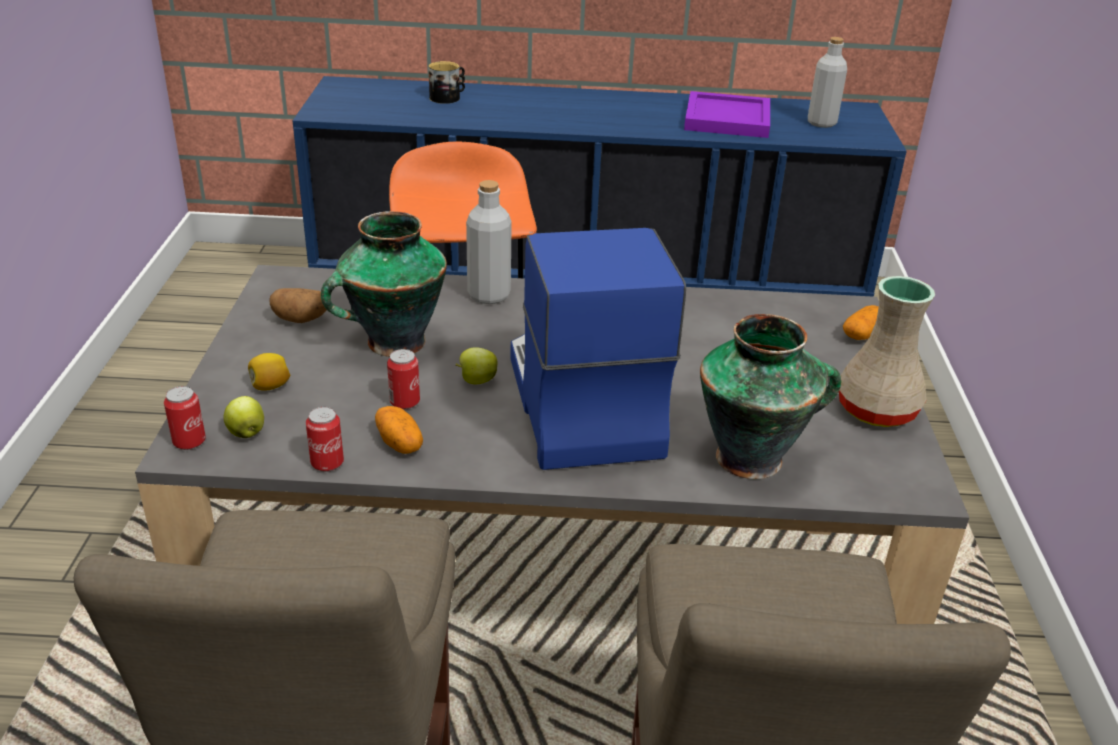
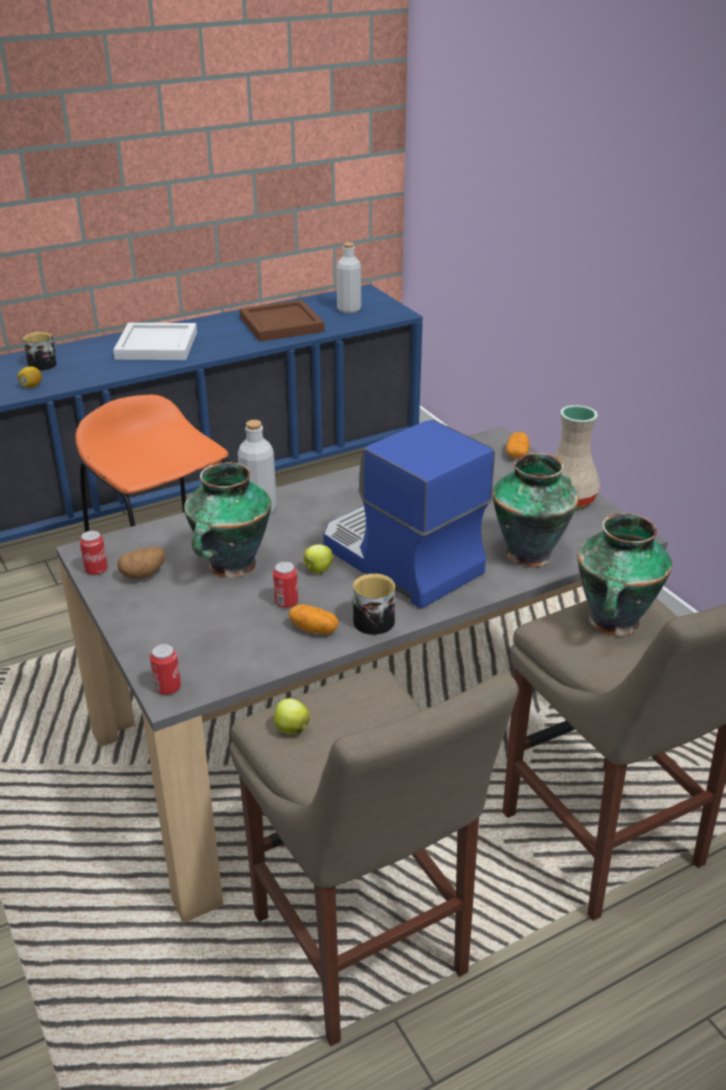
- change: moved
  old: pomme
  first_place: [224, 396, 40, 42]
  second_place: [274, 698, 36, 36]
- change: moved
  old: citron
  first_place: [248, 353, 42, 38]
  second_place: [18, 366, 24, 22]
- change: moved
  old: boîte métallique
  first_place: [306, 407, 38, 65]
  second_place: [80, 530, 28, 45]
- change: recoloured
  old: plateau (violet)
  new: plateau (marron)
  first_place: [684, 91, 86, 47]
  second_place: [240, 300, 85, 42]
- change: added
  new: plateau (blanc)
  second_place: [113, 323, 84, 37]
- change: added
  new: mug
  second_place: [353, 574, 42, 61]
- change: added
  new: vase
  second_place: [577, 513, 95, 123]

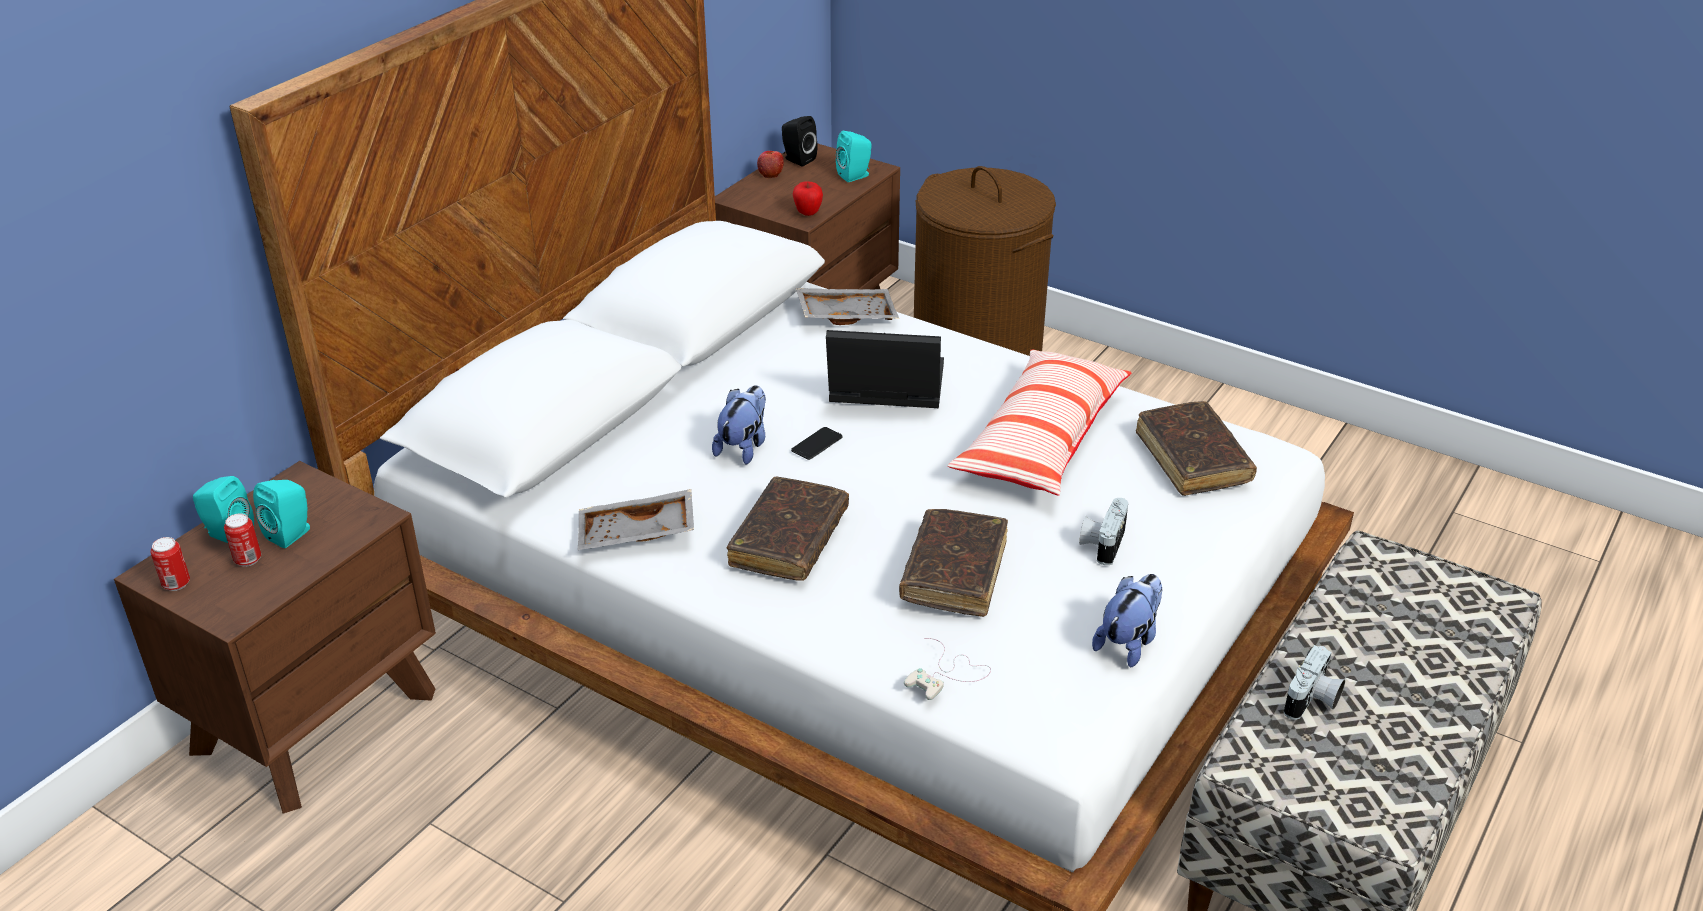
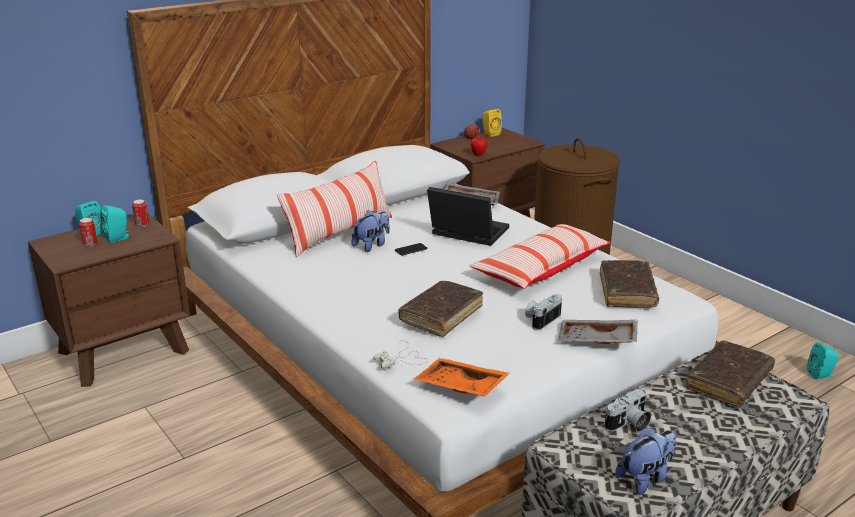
- change: moved
  old: boîte métallique
  first_place: [150, 537, 40, 54]
  second_place: [132, 199, 17, 28]
- change: moved
  old: plateau (gris)
  first_place: [578, 489, 116, 61]
  second_place: [558, 320, 79, 24]
- change: moved
  old: livre (marron)
  first_place: [727, 476, 122, 105]
  second_place: [686, 340, 89, 67]
- change: recoloured
  old: enceinte (noir)
  new: enceinte (jaune)
  first_place: [782, 116, 36, 50]
  second_place: [483, 109, 19, 28]
- change: moved
  old: enceinte (turquoise)
  first_place: [836, 131, 36, 51]
  second_place: [807, 343, 32, 36]
- change: moved
  old: peluche
  first_place: [1092, 574, 70, 93]
  second_place: [615, 427, 61, 68]
- change: added
  new: coussin
  second_place: [277, 161, 115, 96]
- change: added
  new: plateau (orange)
  second_place: [414, 358, 95, 39]

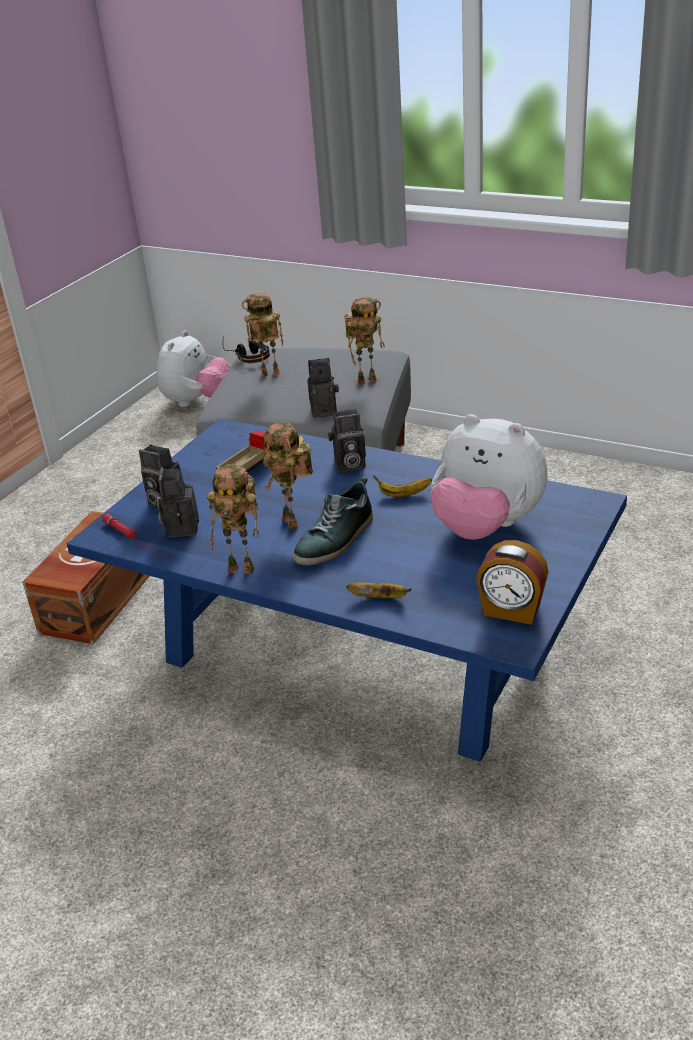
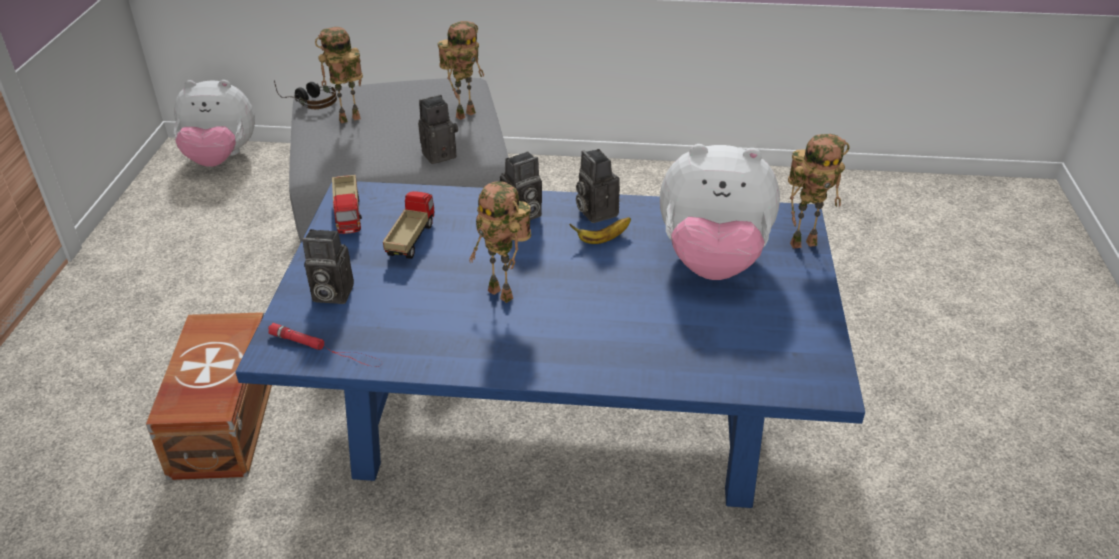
- change: moved
  old: appareil photo
  first_place: [155, 467, 44, 71]
  second_place: [576, 149, 44, 74]
- change: turned
  old: peluche
  first_place: [156, 330, 74, 77]
  second_place: [174, 80, 81, 87]
  degrees: 90
- change: moved
  old: robot jouet
  first_place: [207, 464, 51, 110]
  second_place: [788, 134, 61, 115]
- change: removed
  old: chaussure
  first_place: [293, 476, 80, 89]
- change: removed
  old: banane
  first_place: [346, 583, 66, 15]
- change: removed
  old: réveil
  first_place: [476, 540, 72, 85]
- change: added
  new: camion jouet
  second_place: [332, 175, 30, 59]

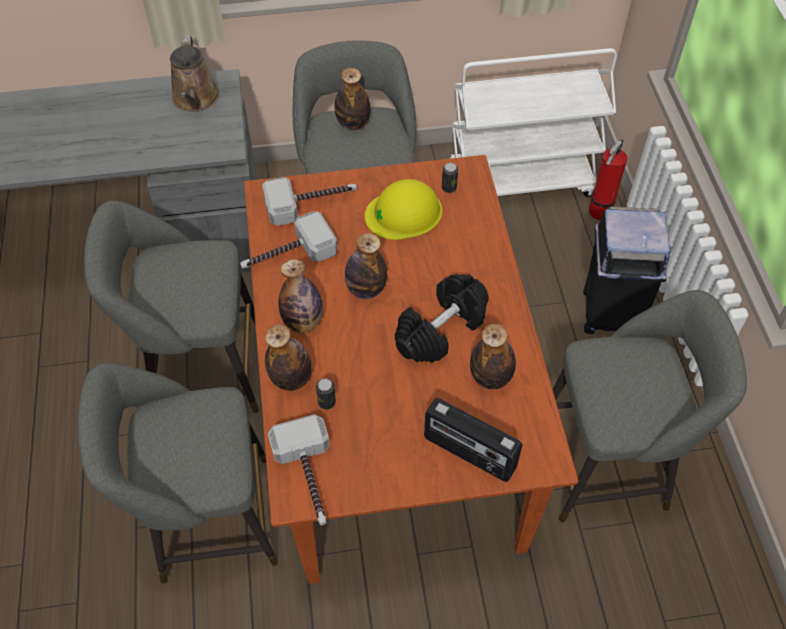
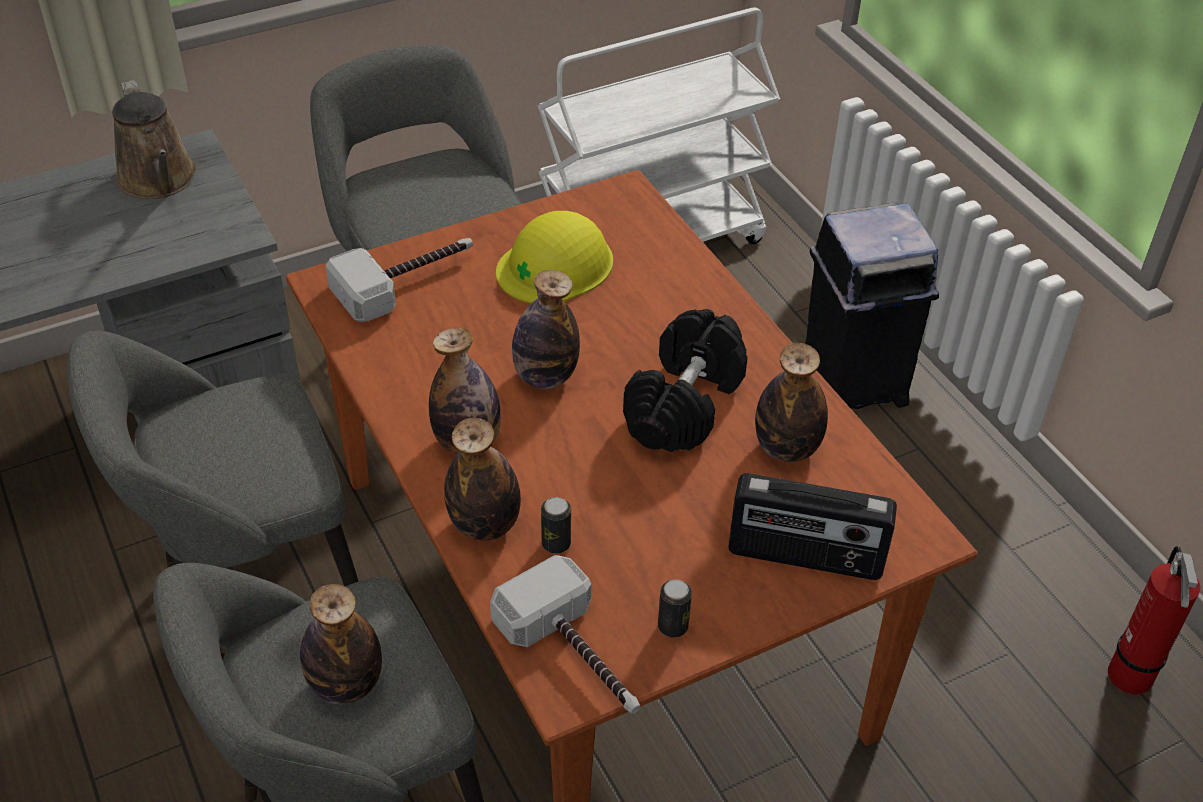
- change: removed
  old: marteau
  first_place: [240, 211, 97, 57]
- change: moved
  old: bouteille
  first_place: [335, 68, 36, 62]
  second_place: [300, 584, 82, 120]
- change: moved
  old: boîte métallique
  first_place: [442, 163, 16, 30]
  second_place: [658, 579, 34, 59]
- change: removed
  old: tabouret (gris)
  first_place: [553, 290, 194, 232]
- change: moved
  old: extincteur
  first_place: [589, 140, 39, 80]
  second_place: [1108, 546, 93, 148]

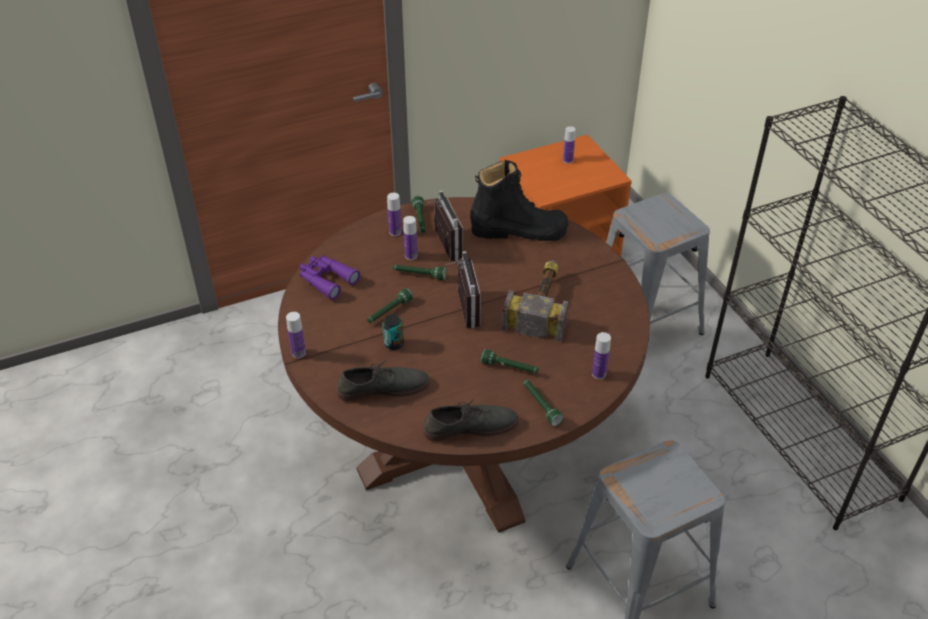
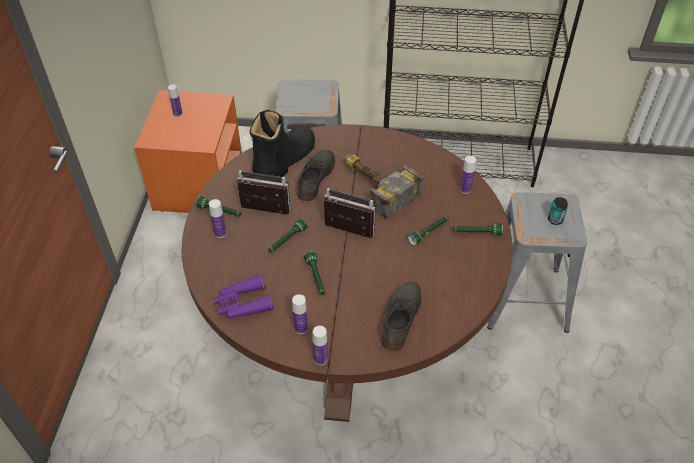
- change: moved
  old: boîte métallique
  first_place: [382, 314, 22, 36]
  second_place: [548, 197, 20, 28]
- change: moved
  old: bouteille
  first_place: [403, 216, 15, 44]
  second_place: [292, 294, 16, 40]
- change: moved
  old: chaussure (gris)
  first_place: [422, 398, 97, 44]
  second_place: [297, 150, 38, 51]

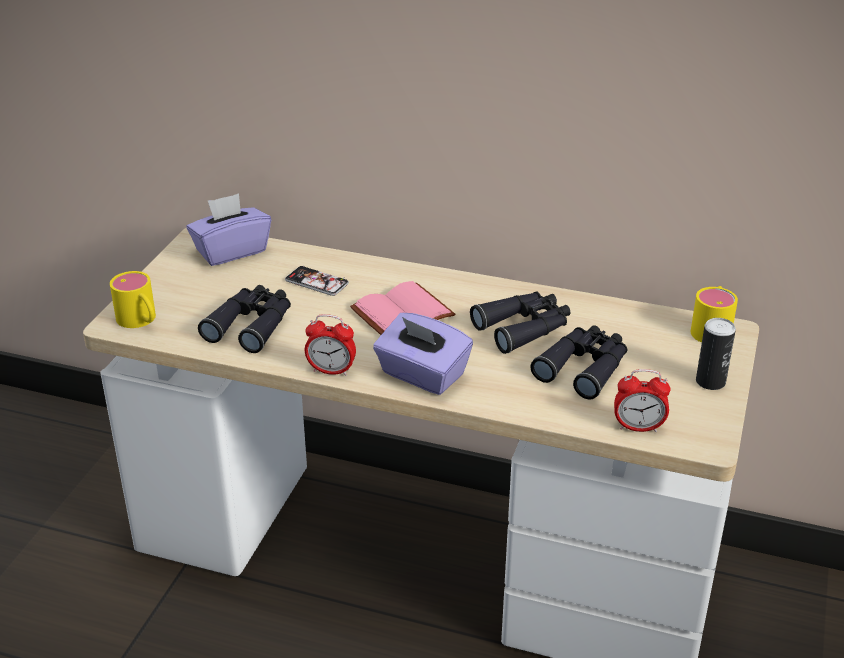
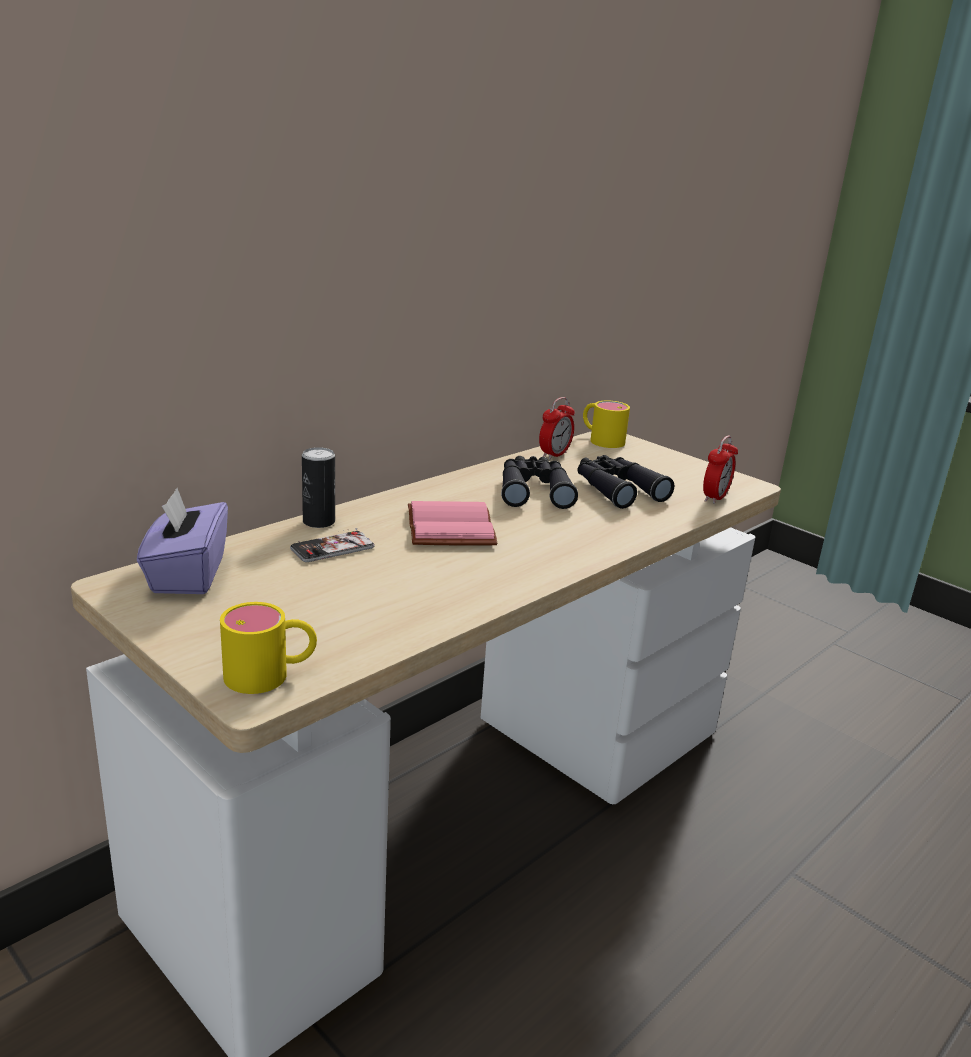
- change: removed
  old: jumelles (noir)
  first_place: [198, 285, 93, 68]
- change: moved
  old: réveil
  first_place: [305, 314, 51, 62]
  second_place: [539, 397, 36, 63]
- change: removed
  old: boîte à mouchoirs (violet)
  first_place: [373, 313, 100, 82]
- change: moved
  old: boîte métallique
  first_place: [696, 318, 40, 72]
  second_place: [302, 447, 33, 81]

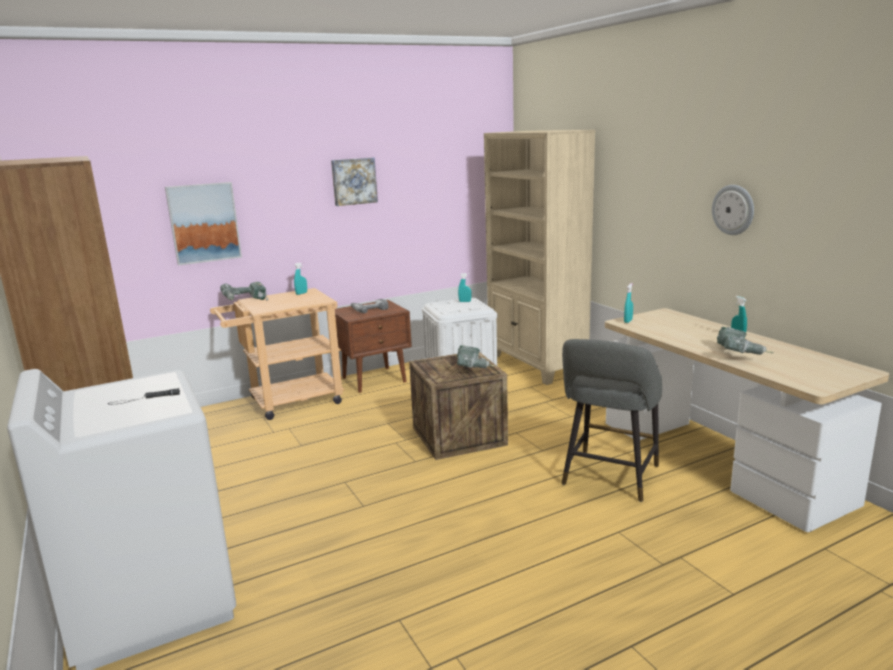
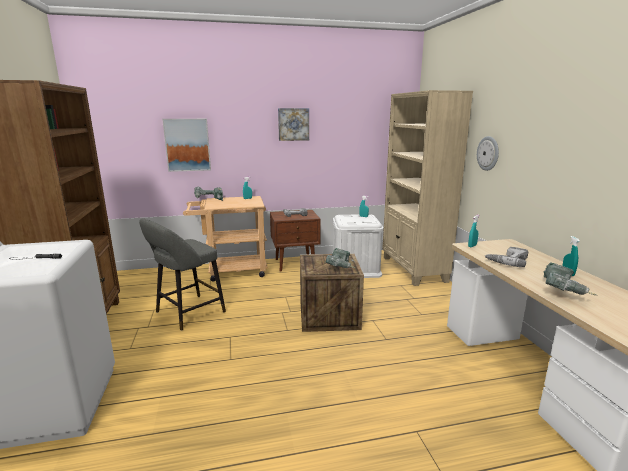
- change: moved
  old: tabouret (gris)
  first_place: [562, 339, 100, 163]
  second_place: [139, 218, 87, 113]
- change: moved
  old: horloge murale
  first_place: [712, 185, 42, 50]
  second_place: [477, 136, 22, 35]
- change: added
  new: perceuse
  second_place: [485, 247, 43, 20]

